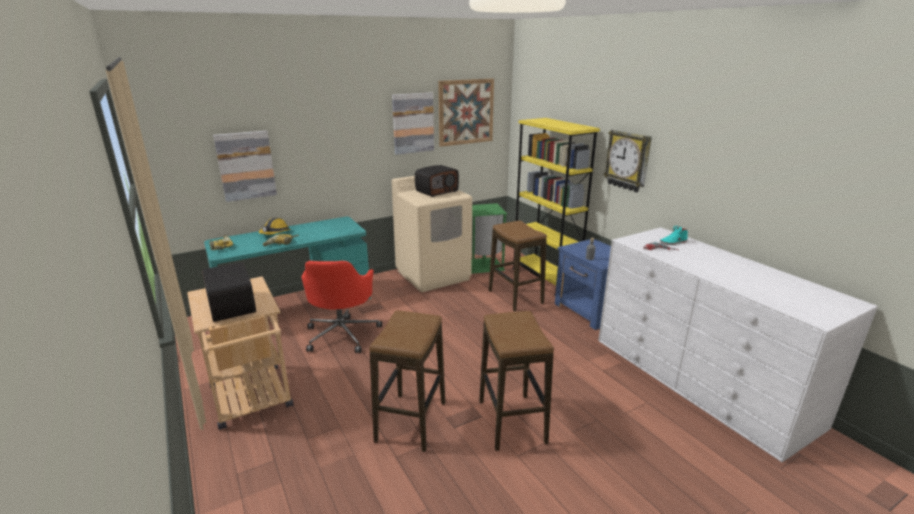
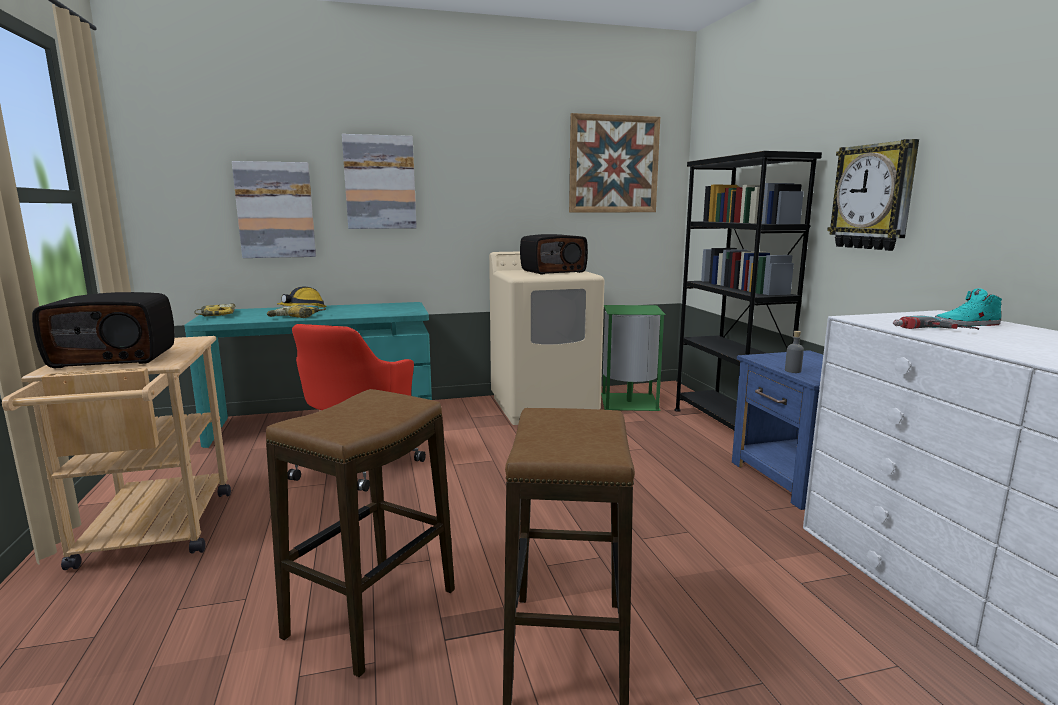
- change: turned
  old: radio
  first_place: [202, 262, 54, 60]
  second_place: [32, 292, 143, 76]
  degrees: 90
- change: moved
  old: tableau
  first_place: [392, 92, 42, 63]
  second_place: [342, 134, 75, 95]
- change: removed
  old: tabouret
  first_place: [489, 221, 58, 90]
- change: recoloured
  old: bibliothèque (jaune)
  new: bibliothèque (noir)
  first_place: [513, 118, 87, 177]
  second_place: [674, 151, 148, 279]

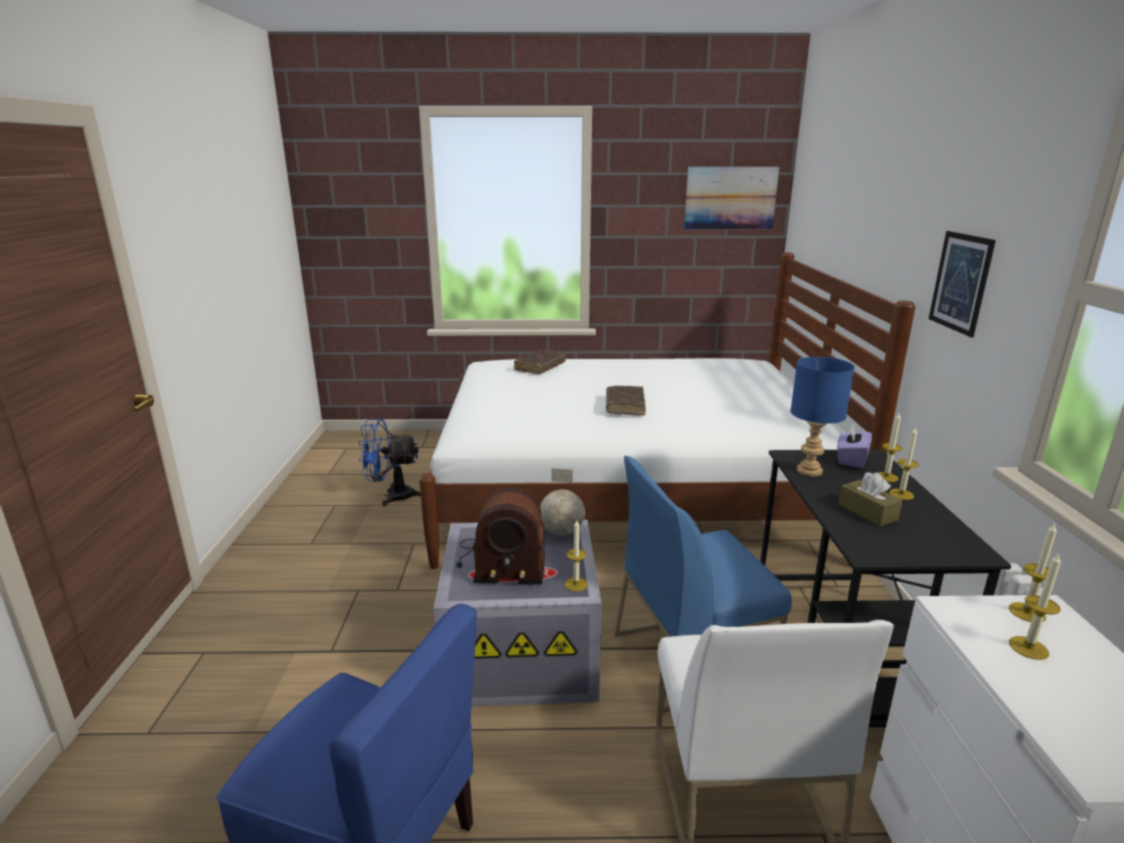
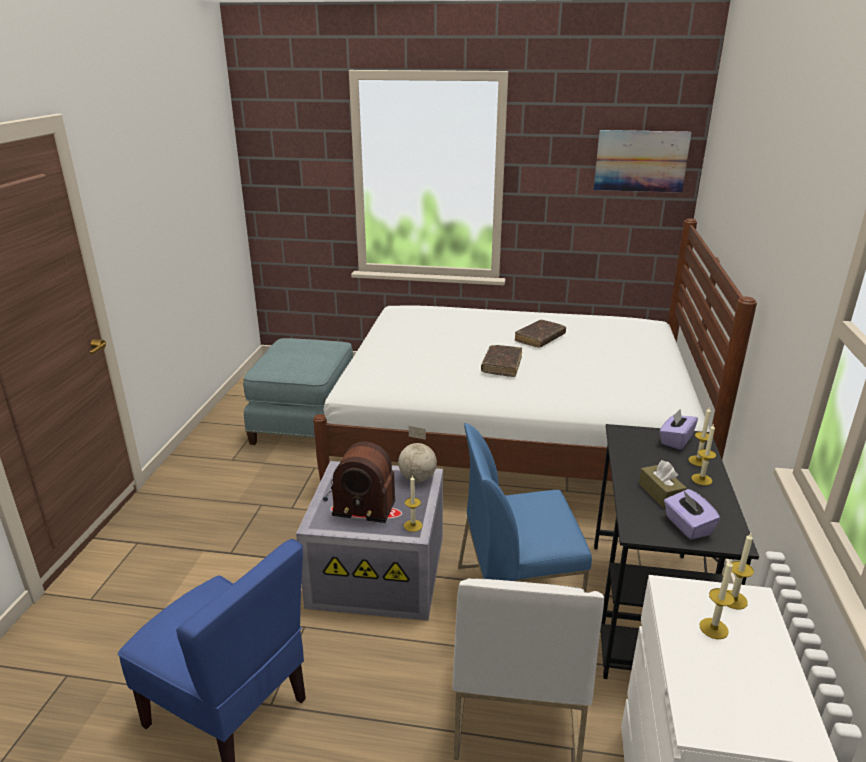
- change: replaced
  old: ventilateur (bleu)
  new: pouf (bleu)
  first_place: [358, 419, 63, 87]
  second_place: [243, 338, 110, 107]
- change: moved
  old: livre (marron)
  first_place: [514, 350, 52, 24]
  second_place: [515, 320, 51, 28]
- change: removed
  old: lampe de table (bleu)
  first_place: [790, 357, 65, 120]
- change: removed
  old: tableau
  first_place: [929, 231, 67, 106]
- change: added
  new: boîte à mouchoirs (violet)
  second_place: [664, 489, 56, 51]

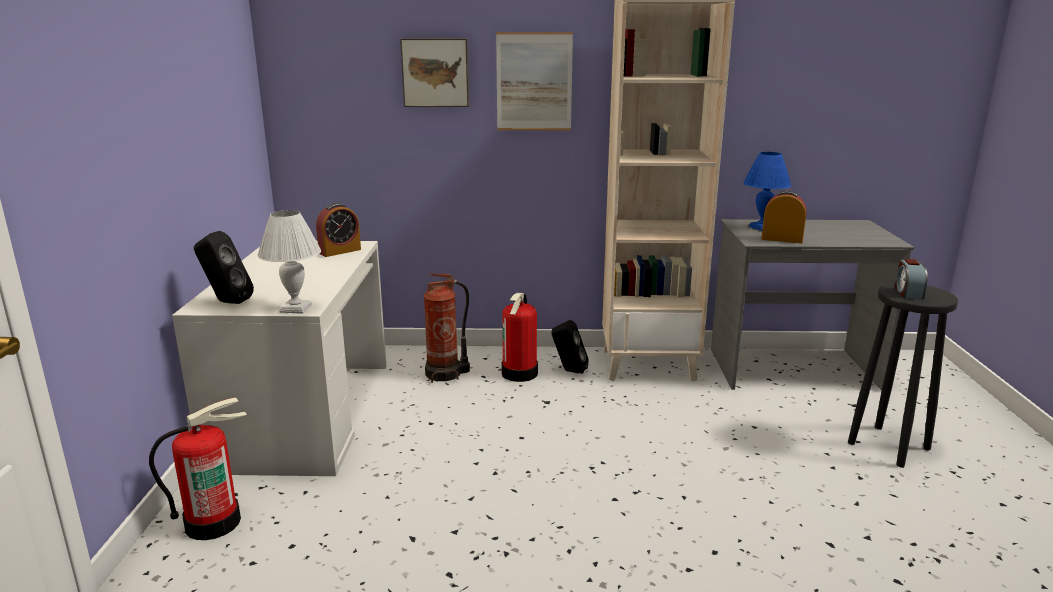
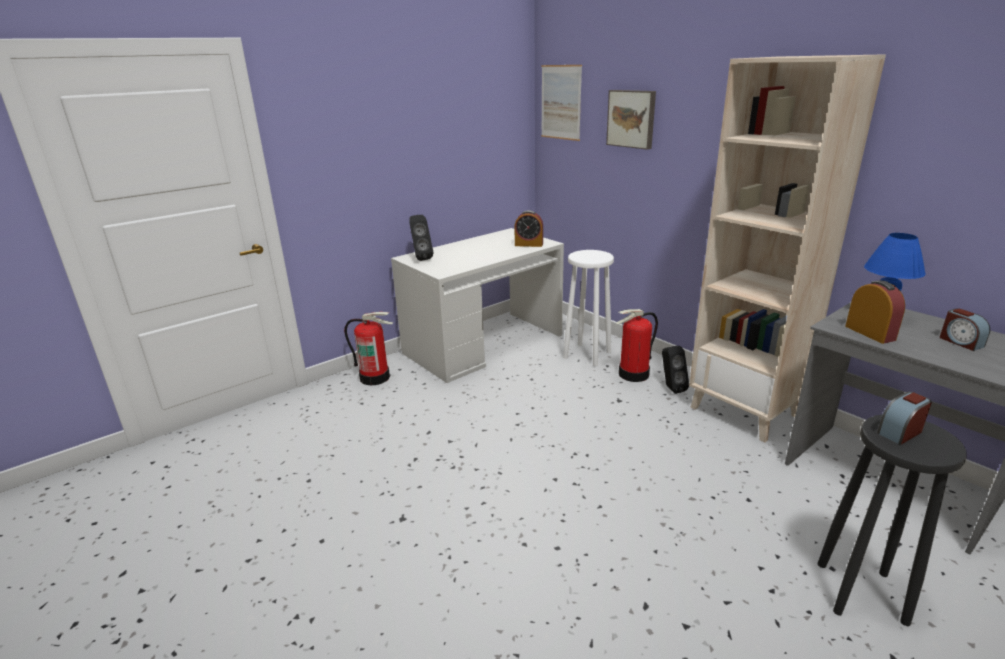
- change: removed
  old: lampe de table (blanc)
  first_place: [257, 210, 64, 104]
- change: replaced
  old: extincteur
  new: tabouret (blanc)
  first_place: [424, 274, 46, 109]
  second_place: [563, 250, 51, 116]
- change: moved
  old: tableau
  first_place: [496, 32, 77, 98]
  second_place: [541, 65, 41, 76]
- change: added
  new: réveil
  second_place: [940, 309, 50, 42]

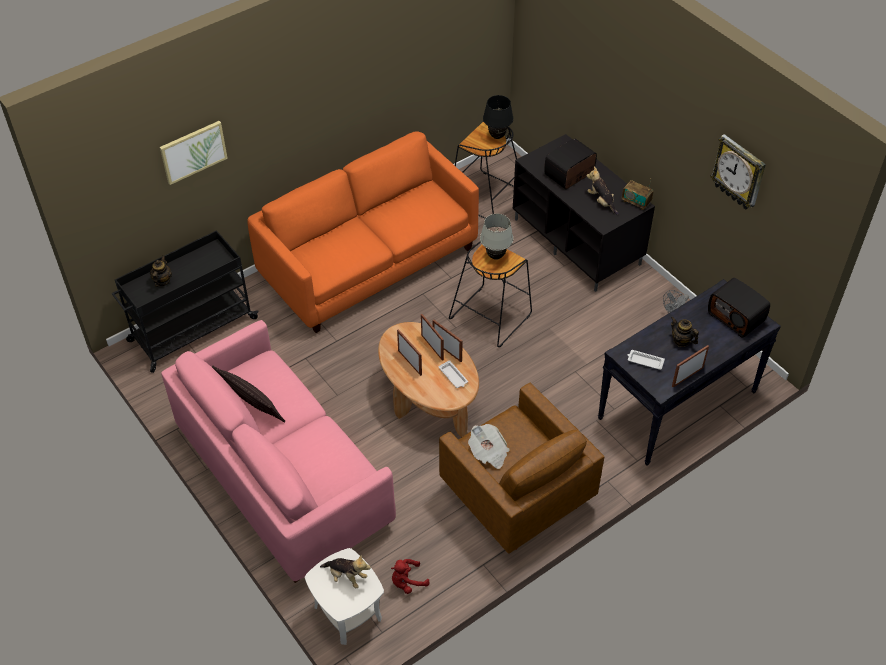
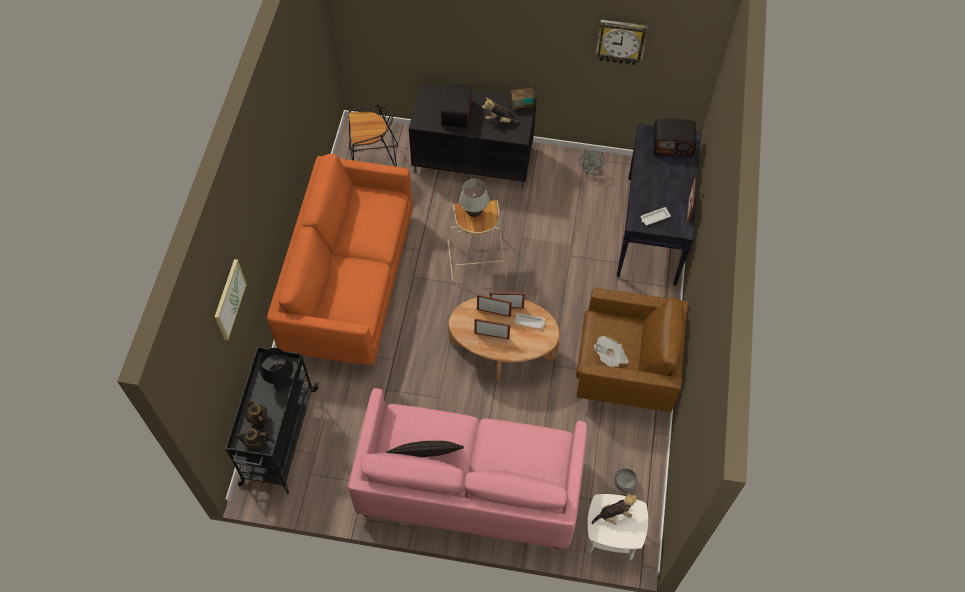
- change: replaced
  old: peluche (rouge)
  new: bol (gris)
  first_place: [391, 559, 39, 35]
  second_place: [614, 469, 24, 23]
- change: recoloured
  old: tabouret (noir)
  new: tabouret (beige)
  first_place: [449, 242, 83, 105]
  second_place: [448, 200, 59, 82]
- change: moved
  old: lampe de table (noir)
  first_place: [483, 95, 30, 44]
  second_place: [260, 348, 33, 38]
- change: moved
  old: théière
  first_place: [671, 317, 28, 30]
  second_place: [235, 428, 35, 22]

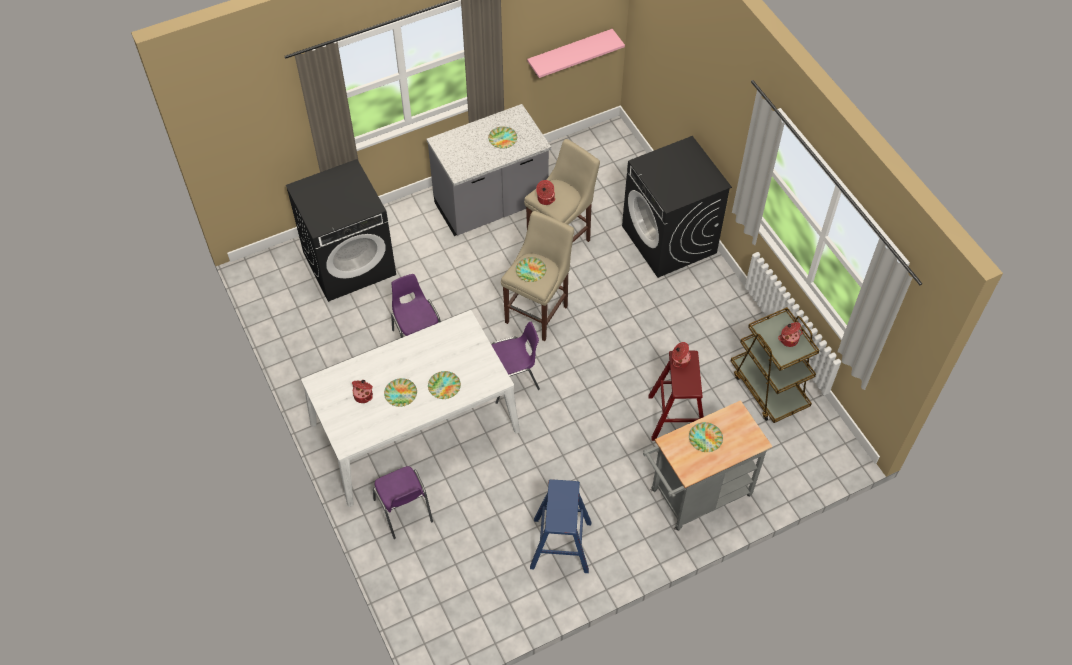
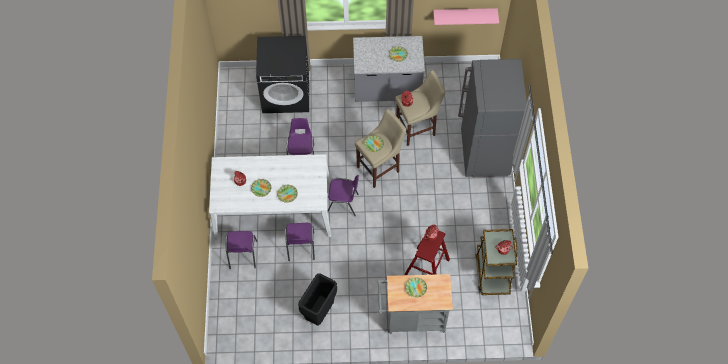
- change: replaced
  old: tabouret (bleu)
  new: poubelle (noir)
  first_place: [530, 479, 61, 94]
  second_place: [298, 273, 39, 52]
- change: replaced
  old: lave-linge (noir)
  new: réfrigérateur (gris)
  first_place: [622, 136, 110, 142]
  second_place: [458, 59, 69, 118]
- change: added
  new: chaise (violet)
  second_place: [285, 223, 30, 38]

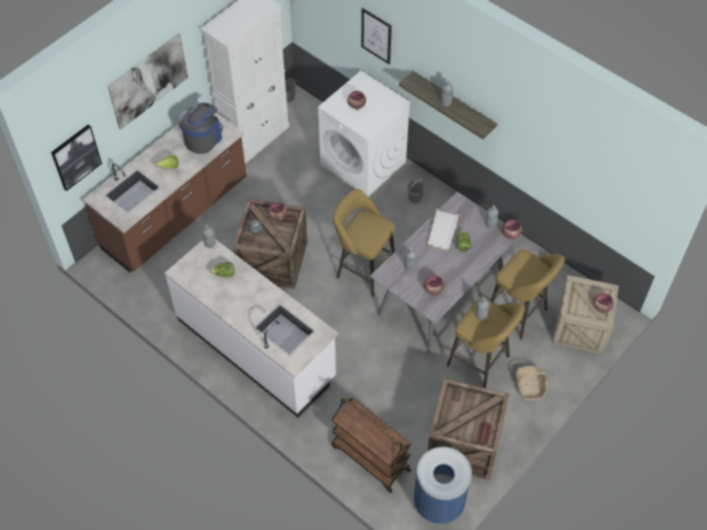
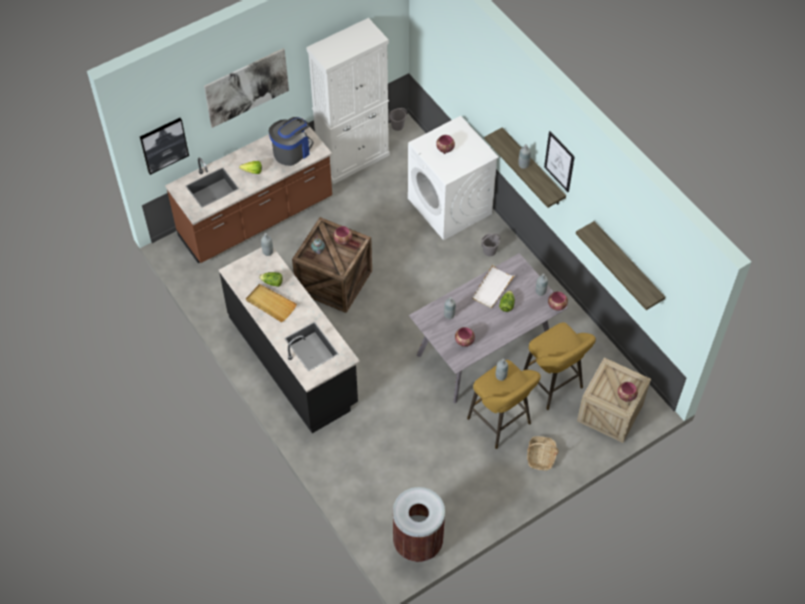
- change: recoloured
  old: comptoir de cuisine (blanc)
  new: comptoir de cuisine (noir)
  first_place: [165, 239, 174, 179]
  second_place: [219, 247, 141, 186]
- change: removed
  old: chariot (marron)
  first_place: [331, 397, 80, 96]
- change: removed
  old: tabouret (jaune)
  first_place: [333, 189, 62, 108]
- change: moved
  old: tableau
  first_place: [361, 8, 31, 57]
  second_place: [544, 131, 31, 61]
- change: recoloured
  old: poubelle (bleu)
  new: poubelle (marron)
  first_place: [414, 447, 58, 77]
  second_place: [393, 487, 52, 75]
- change: removed
  old: caisse
  first_place: [427, 378, 82, 102]
- change: added
  new: plateau (beige)
  second_place: [246, 284, 51, 38]
- change: added
  new: étagère
  second_place: [576, 221, 89, 89]

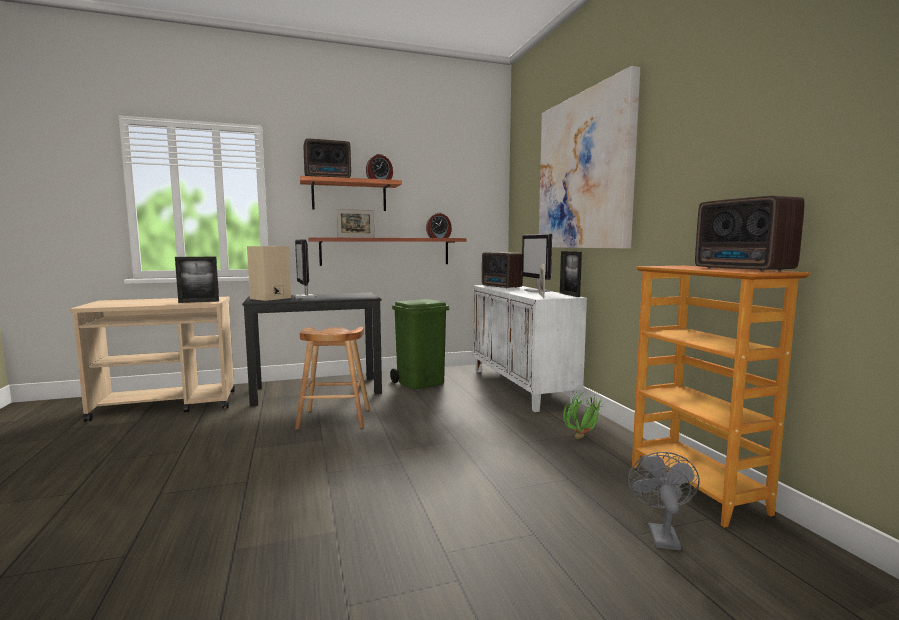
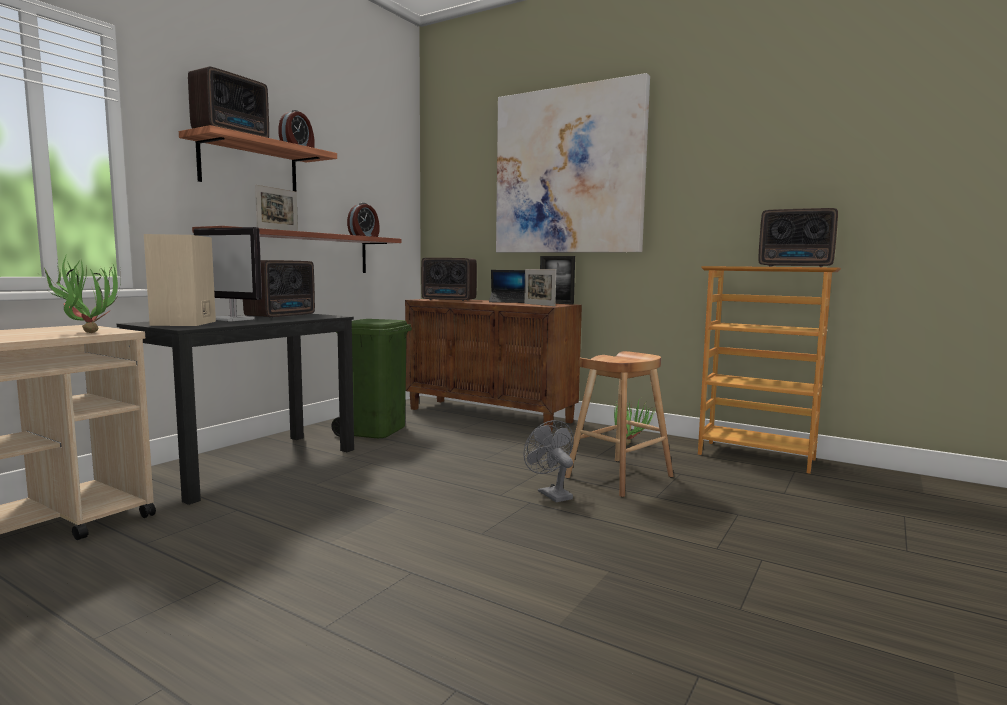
- change: replaced
  old: cadre photo
  new: plante en pot
  first_place: [175, 257, 44, 46]
  second_place: [40, 253, 81, 80]
- change: moved
  old: tabouret (marron)
  first_place: [295, 327, 75, 103]
  second_place: [565, 351, 108, 146]
- change: recoloured
  old: meuble de rangement (blanc)
  new: meuble de rangement (marron)
  first_place: [473, 285, 114, 127]
  second_place: [405, 299, 177, 132]
- change: replaced
  old: écran d'ordinateur
  new: ordinateur portable
  first_place: [522, 234, 30, 58]
  second_place: [489, 270, 36, 33]
- change: moved
  old: ventilateur (gris)
  first_place: [628, 452, 72, 98]
  second_place: [524, 420, 50, 82]
- change: added
  new: radio
  second_place: [243, 260, 72, 58]

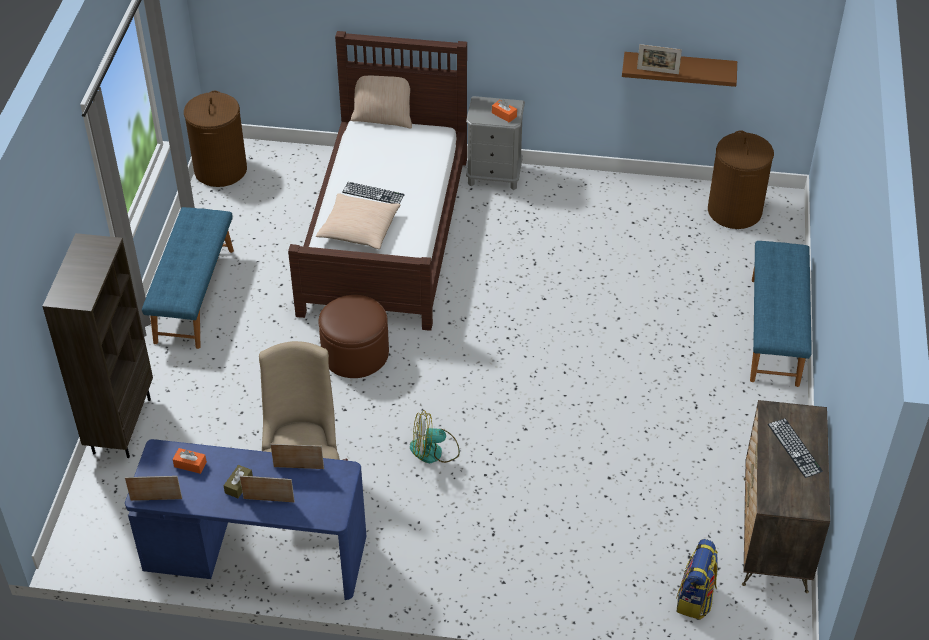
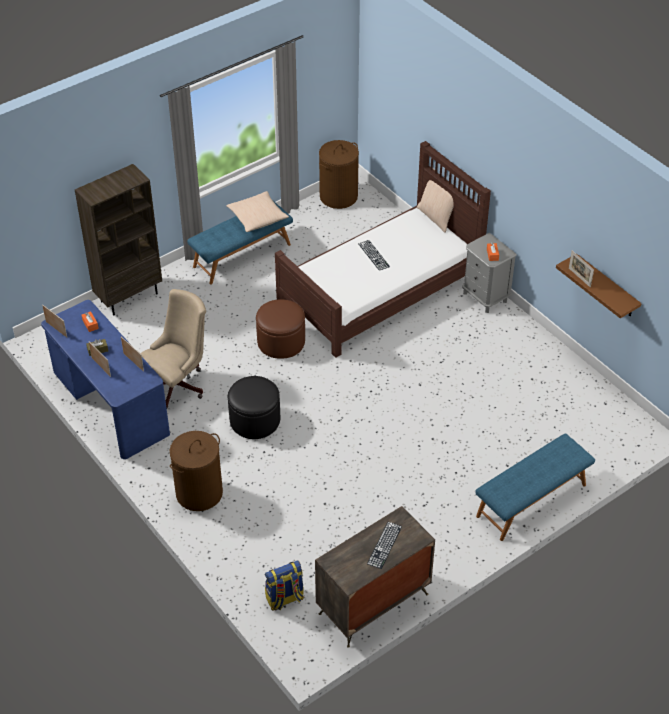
- change: moved
  old: coussin (beige)
  first_place: [316, 193, 84, 56]
  second_place: [226, 191, 63, 41]
- change: replaced
  old: ventilateur
  new: pouf (noir)
  first_place: [410, 410, 50, 53]
  second_place: [228, 376, 52, 63]
- change: moved
  old: panier à linge (marron)
  first_place: [708, 130, 66, 99]
  second_place: [170, 431, 53, 80]

